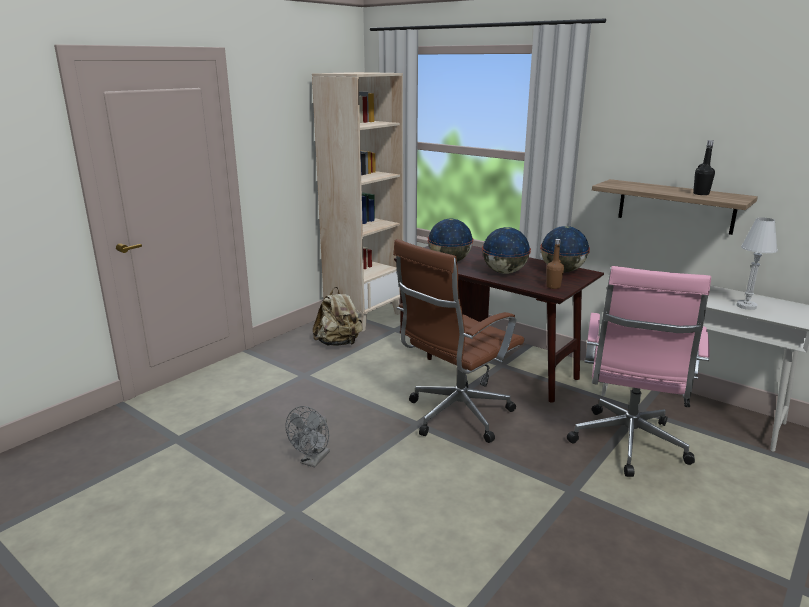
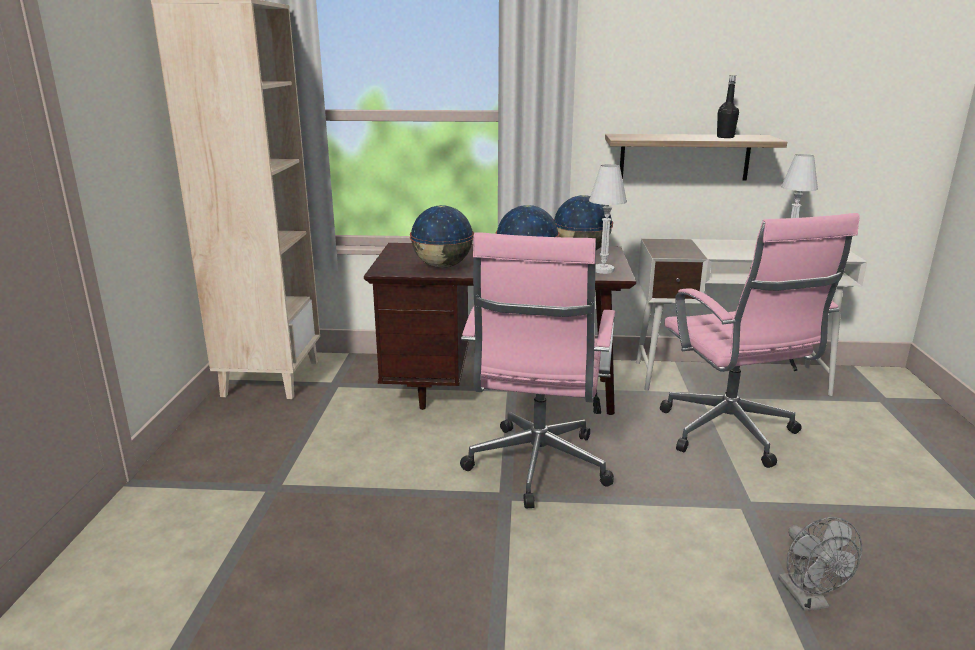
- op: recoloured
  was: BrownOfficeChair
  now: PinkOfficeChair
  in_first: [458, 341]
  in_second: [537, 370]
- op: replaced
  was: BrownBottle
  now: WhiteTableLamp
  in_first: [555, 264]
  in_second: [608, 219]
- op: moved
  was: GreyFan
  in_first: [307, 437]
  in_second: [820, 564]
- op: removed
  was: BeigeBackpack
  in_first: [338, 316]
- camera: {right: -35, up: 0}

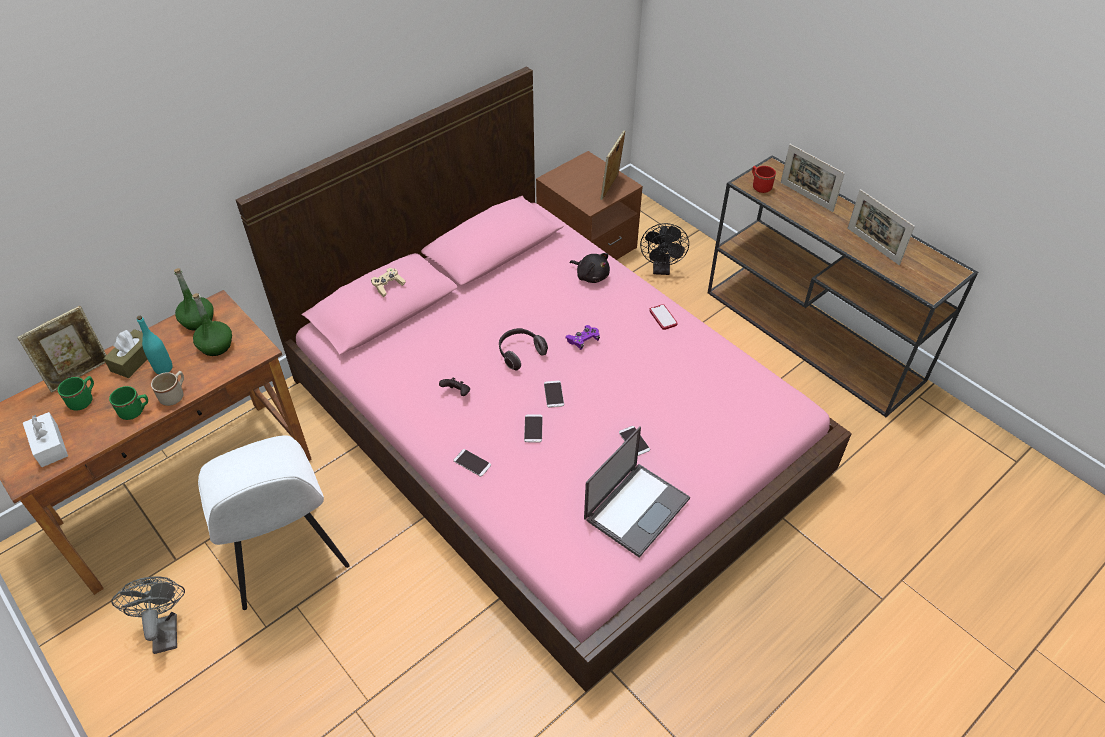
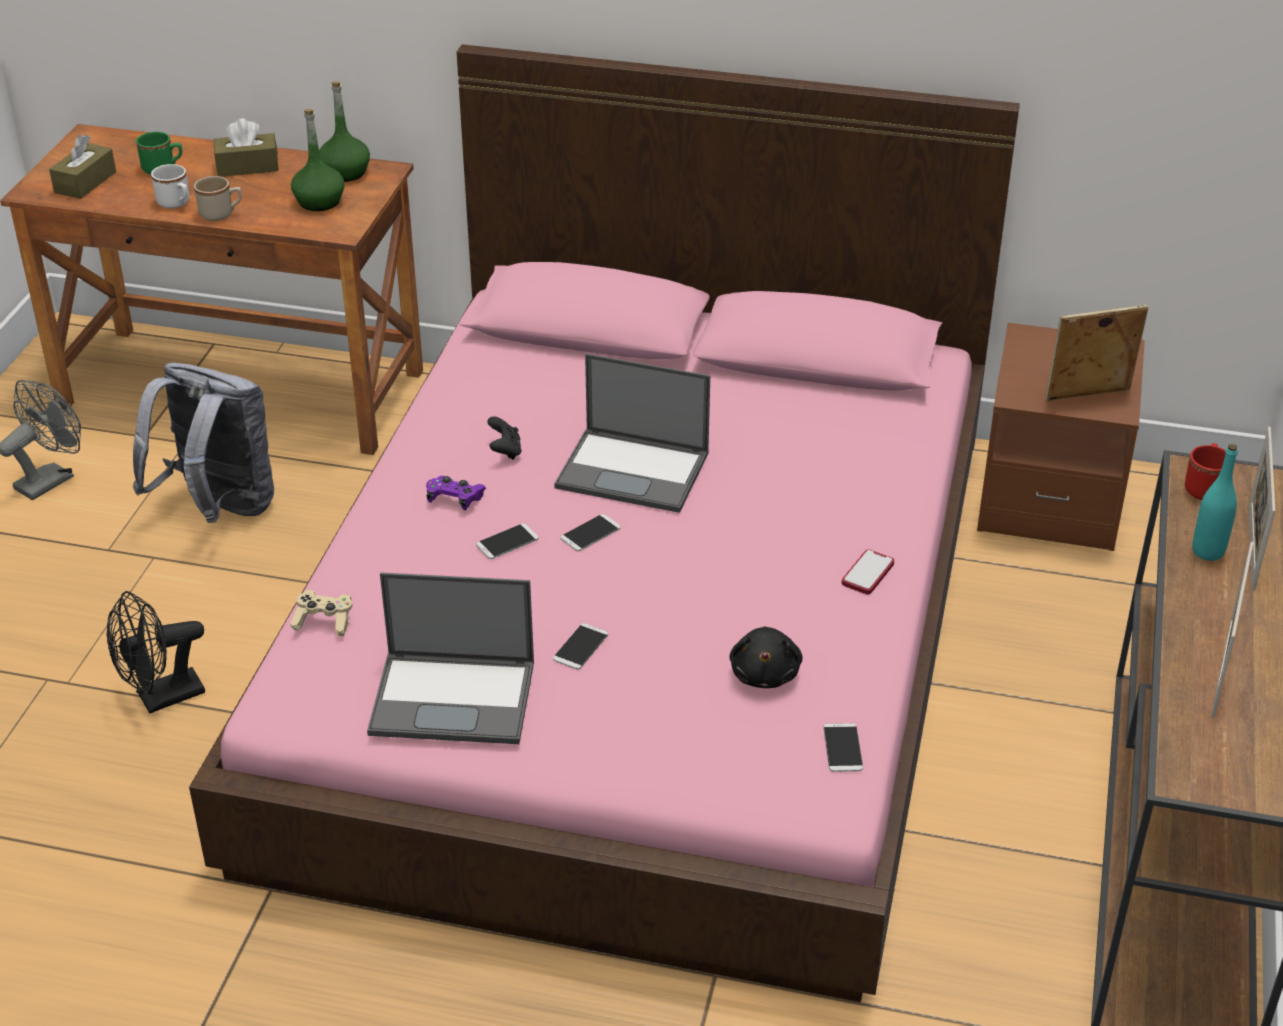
- op: recoloured
  was: WhiteTissueBox
  now: BrownTissueBox
  in_first: [45, 439]
  in_second: [82, 166]
- op: moved
  was: BlackFan
  in_first: [664, 249]
  in_second: [156, 652]
- op: replaced
  was: WhiteChair
  now: GreyBackpack
  in_first: [274, 522]
  in_second: [203, 443]
- op: recoloured
  was: GreenMug
  now: WhiteMug
  in_first: [128, 403]
  in_second: [170, 186]
- op: moved
  was: BeigeGameController
  in_first: [388, 282]
  in_second: [321, 613]
- op: moved
  was: PurpleGameController
  in_first: [583, 337]
  in_second: [456, 493]
- op: replaced
  was: Headphones
  now: Laptop
  in_first: [523, 349]
  in_second: [632, 433]
- op: moved
  was: BlackPlushToy
  in_first: [590, 268]
  in_second: [766, 657]
- op: moved
  was: Phone
  in_first: [472, 462]
  in_second: [843, 747]
- op: moved
  was: TurquoiseBottle
  in_first: [155, 345]
  in_second: [1215, 502]
- op: removed
  was: PictureFrame
  in_first: [62, 349]
- camera: {right: 55, up: -10}

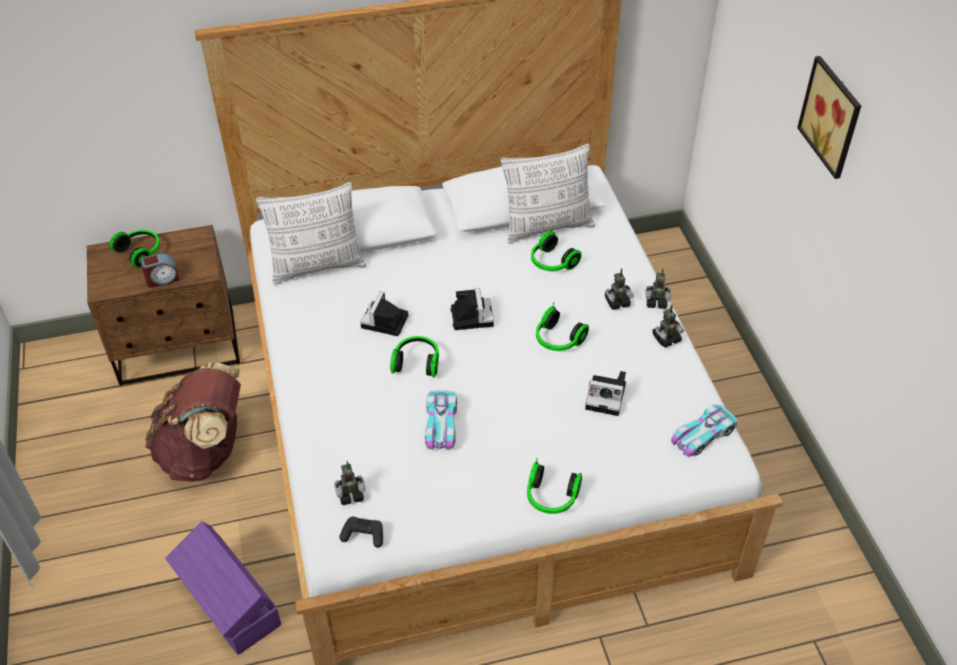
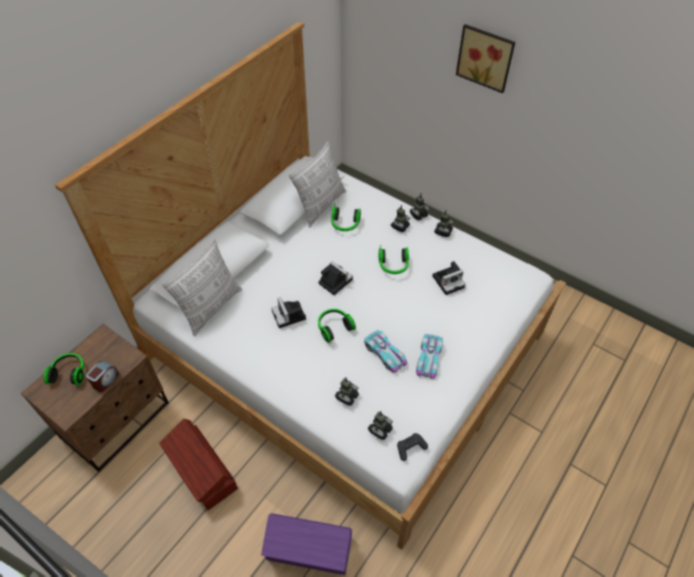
- op: replaced
  was: BrownBackpack
  now: BrownStorageBox
  in_first: [193, 422]
  in_second: [198, 464]
- op: added
  now: ToyRobot
  in_second: [347, 391]
- op: moved
  was: ToyCar
  in_first: [704, 431]
  in_second: [429, 356]
- op: removed
  was: Headphones
  in_first: [554, 486]
- camera: {right: -40, up: 5}

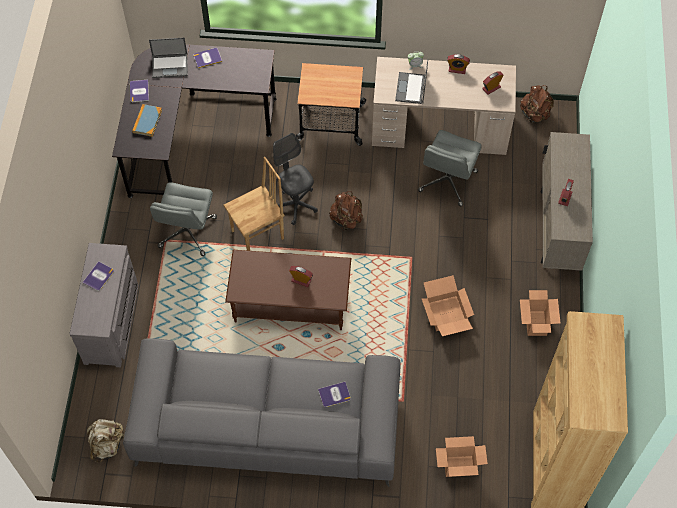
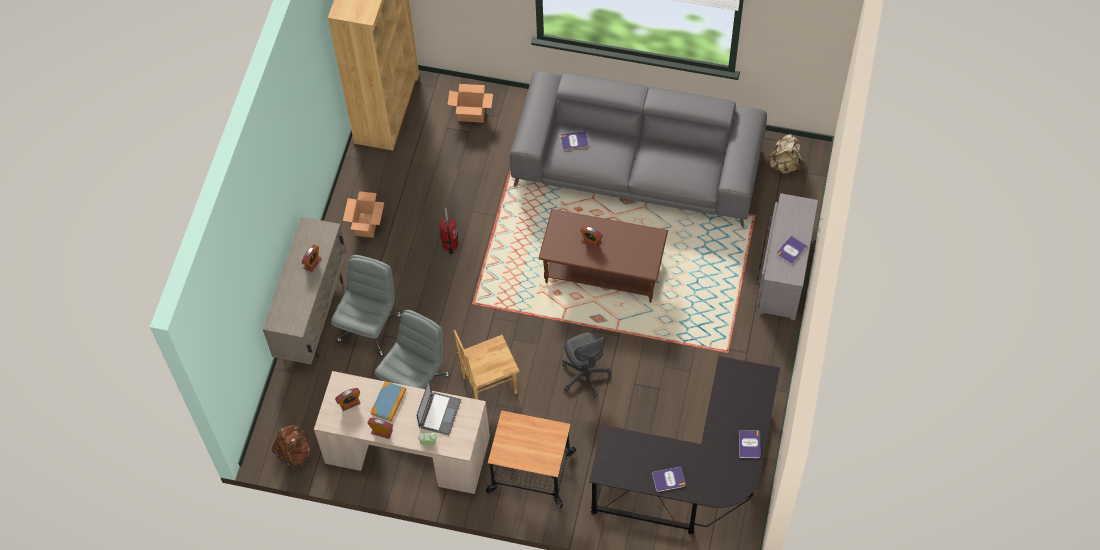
- op: moved
  was: GreyOfficeChair
  in_first: [183, 219]
  in_second: [366, 305]
- op: moved
  was: Book
  in_first: [147, 120]
  in_second: [388, 401]
- op: replaced
  was: CardboardBox
  now: FireExtinguisher
  in_first: [447, 305]
  in_second: [448, 230]
- op: moved
  was: BrownChair
  in_first: [254, 204]
  in_second: [486, 365]
- op: removed
  was: Laptop
  in_first: [168, 58]
- op: removed
  was: BrownBackpack
  in_first: [346, 210]
- camera: {right: -170, up: 0}

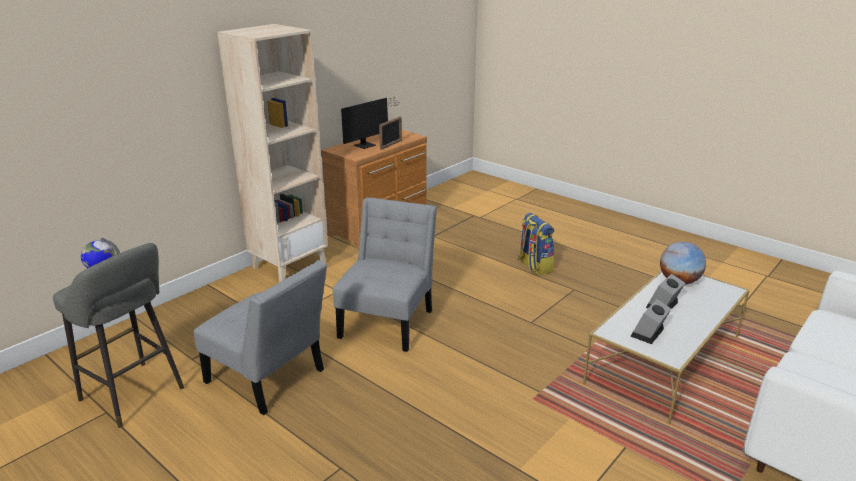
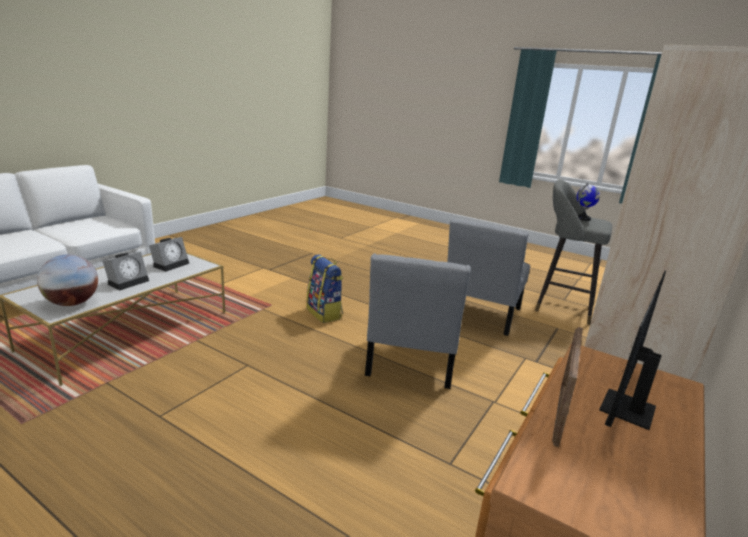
- op: moved
  was: Backpack
  in_first: [536, 244]
  in_second: [324, 289]
- op: turned
  was: GreyChair
  in_first: [260, 337]
  in_second: [488, 277]
  clockwise: -90
- camera: {right: 170, up: -5}

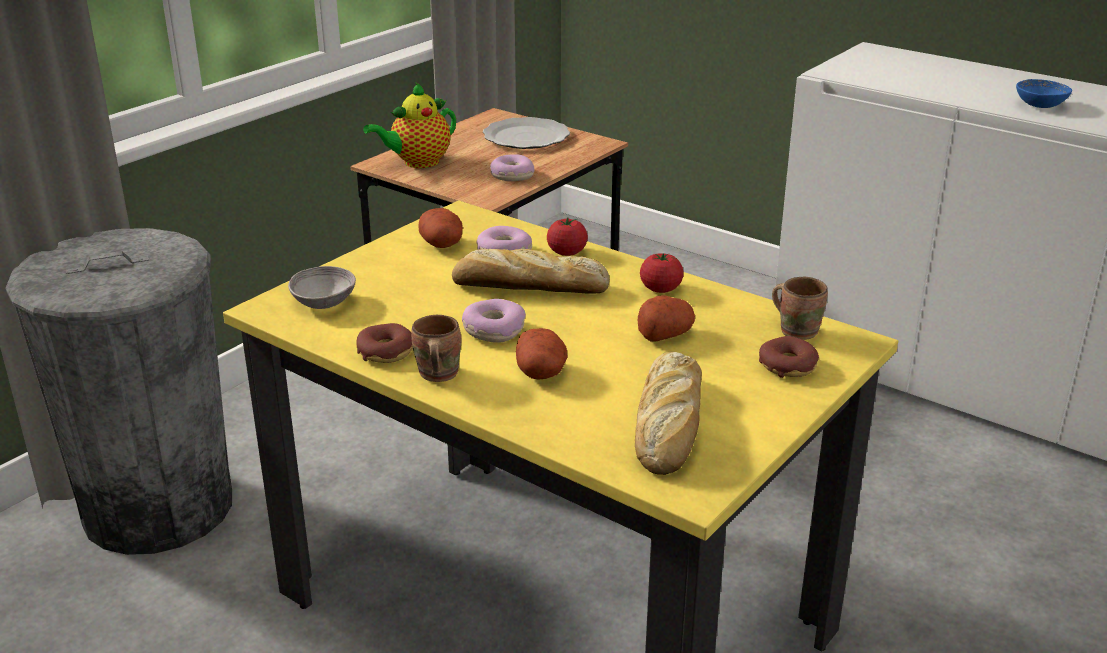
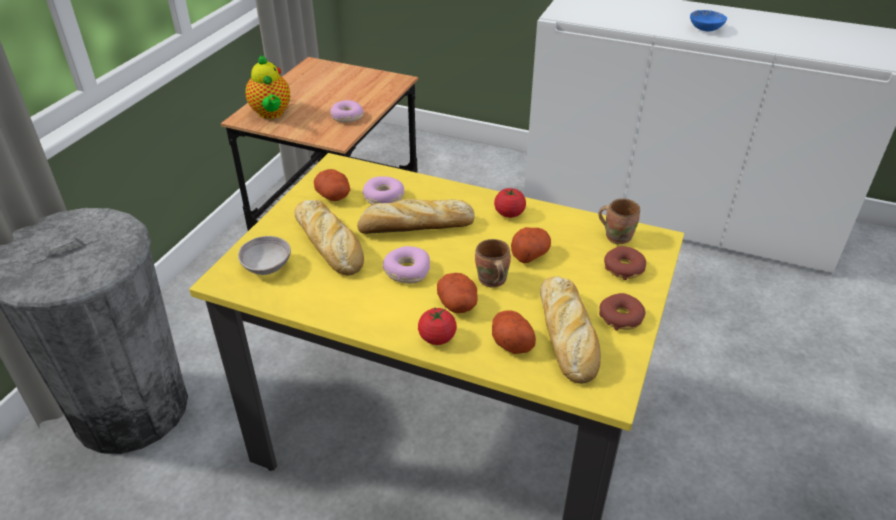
- op: turned
  was: Teapot
  in_first: [409, 125]
  in_second: [268, 86]
  clockwise: -60
- op: added
  now: Bread
  in_second: [329, 237]
- op: moved
  was: Tomato
  in_first: [567, 236]
  in_second: [437, 326]
- op: moved
  was: BrownMug
  in_first: [436, 348]
  in_second: [493, 263]
- op: added
  now: Potato
  in_second: [514, 332]
- op: moved
  was: Donut
  in_first: [384, 343]
  in_second: [622, 312]
- op: removed
  was: Plate
  in_first: [526, 133]
- camera: {right: -15, up: 10}

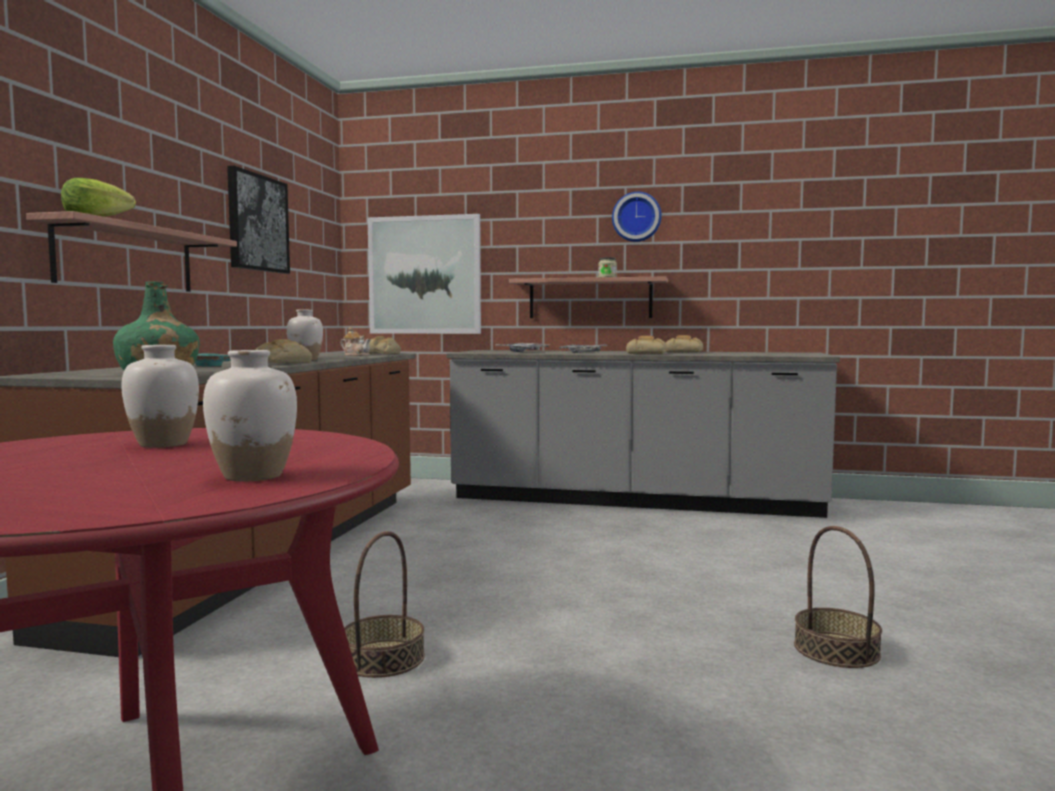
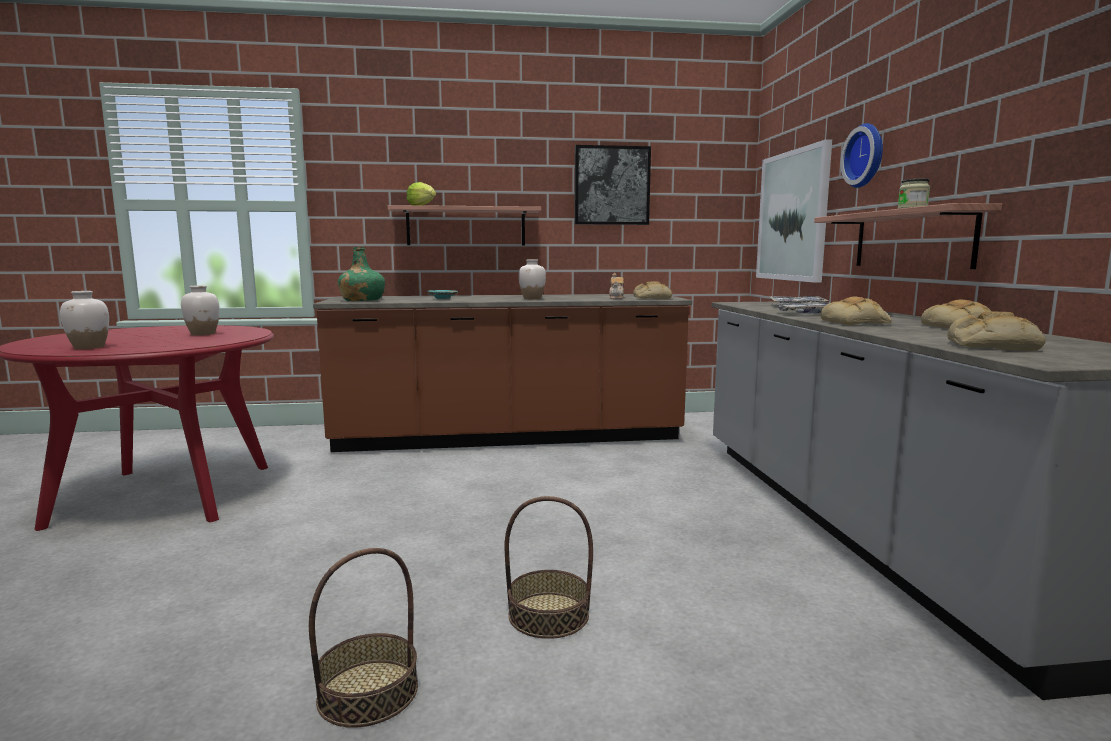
- op: moved
  was: Basket
  in_first: [384, 604]
  in_second: [549, 567]
- op: moved
  was: WallClock
  in_first: [637, 217]
  in_second: [862, 155]
- op: moved
  was: Bread
  in_first: [283, 351]
  in_second: [996, 331]
- camera: {right: 70, up: 5}

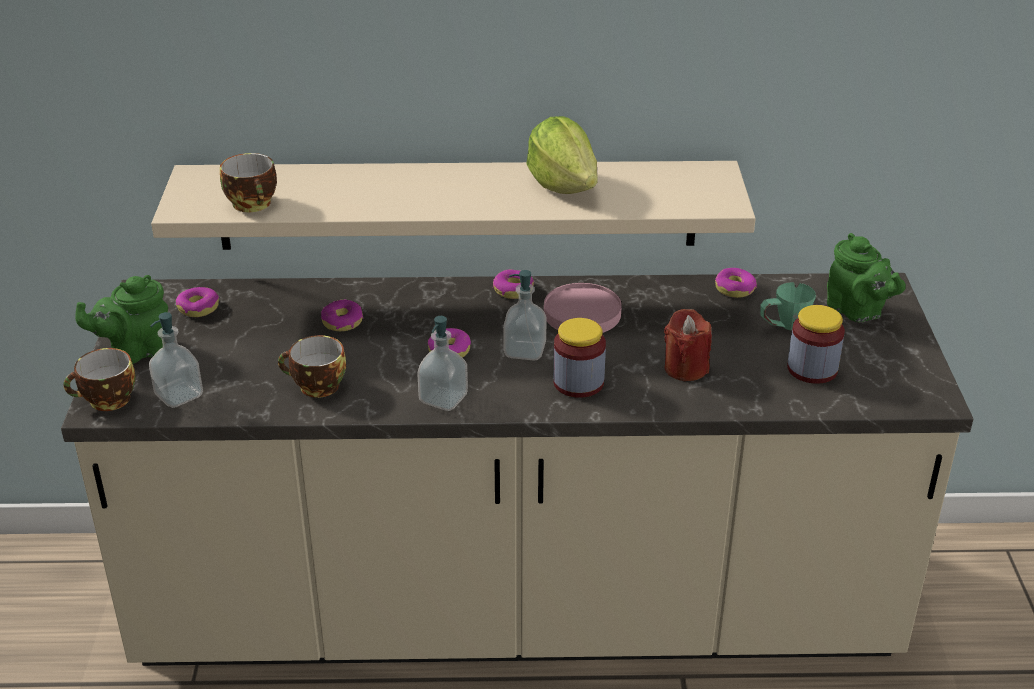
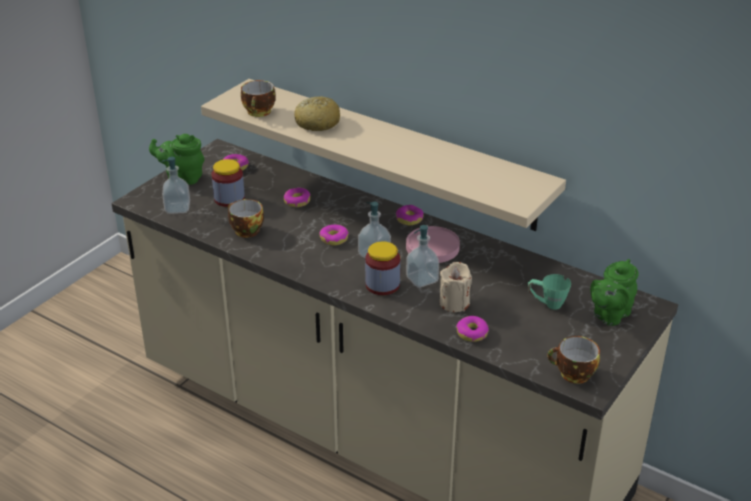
- op: moved
  was: Jar
  in_first: [816, 344]
  in_second: [228, 183]
- op: added
  now: Bread
  in_second: [317, 113]
- op: moved
  was: SoapDispenser
  in_first: [442, 363]
  in_second: [422, 256]
- op: recoloured
  was: RedCandle
  now: BeigeCandle
  in_first: [688, 345]
  in_second: [456, 287]
- op: moved
  was: Donut
  in_first: [736, 283]
  in_second: [472, 329]
- op: moved
  was: Cup
  in_first: [99, 379]
  in_second: [573, 360]
- op: turned
  was: GreenTeapot
  in_first: [866, 277]
  in_second: [614, 292]
  clockwise: 45
- op: removed
  was: Lettuce
  in_first: [562, 155]
- camera: {right: 35, up: 0}

